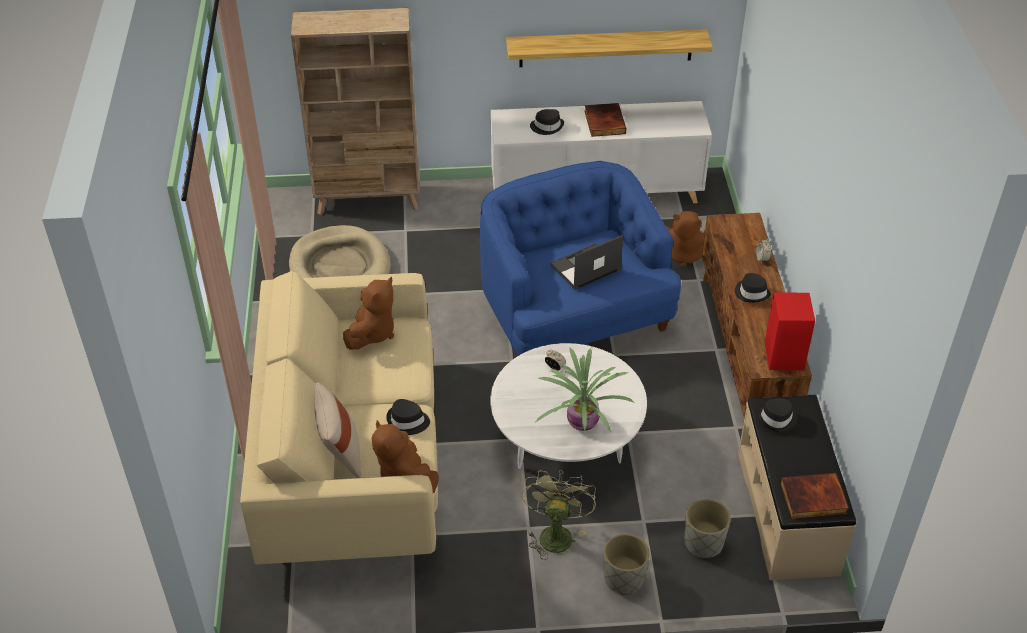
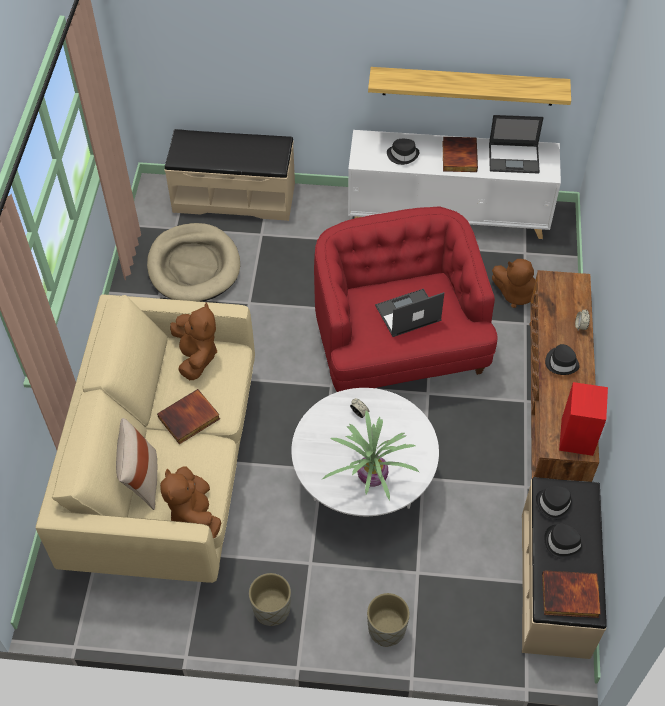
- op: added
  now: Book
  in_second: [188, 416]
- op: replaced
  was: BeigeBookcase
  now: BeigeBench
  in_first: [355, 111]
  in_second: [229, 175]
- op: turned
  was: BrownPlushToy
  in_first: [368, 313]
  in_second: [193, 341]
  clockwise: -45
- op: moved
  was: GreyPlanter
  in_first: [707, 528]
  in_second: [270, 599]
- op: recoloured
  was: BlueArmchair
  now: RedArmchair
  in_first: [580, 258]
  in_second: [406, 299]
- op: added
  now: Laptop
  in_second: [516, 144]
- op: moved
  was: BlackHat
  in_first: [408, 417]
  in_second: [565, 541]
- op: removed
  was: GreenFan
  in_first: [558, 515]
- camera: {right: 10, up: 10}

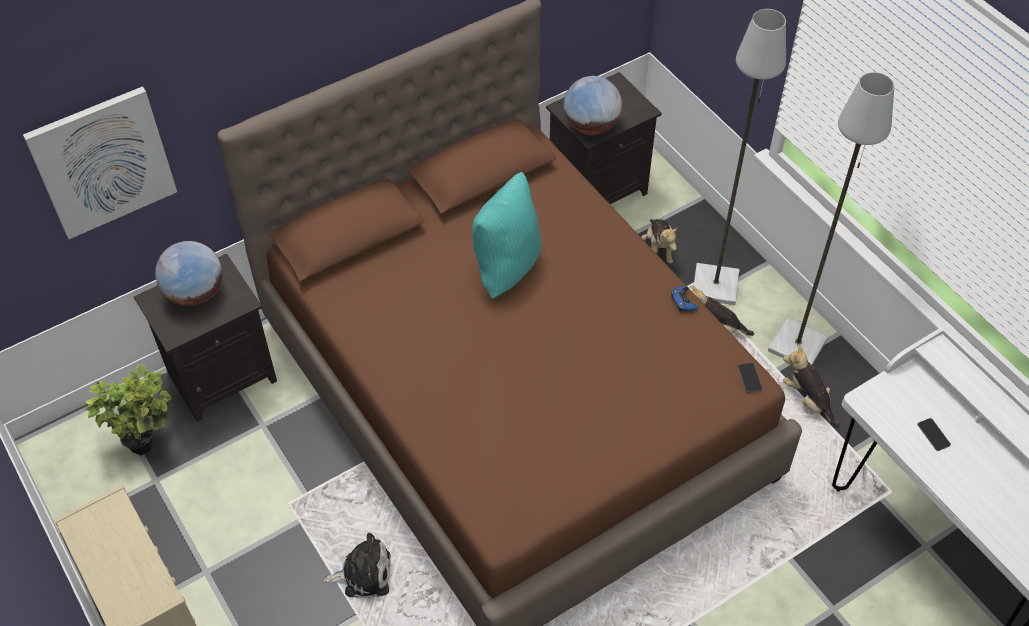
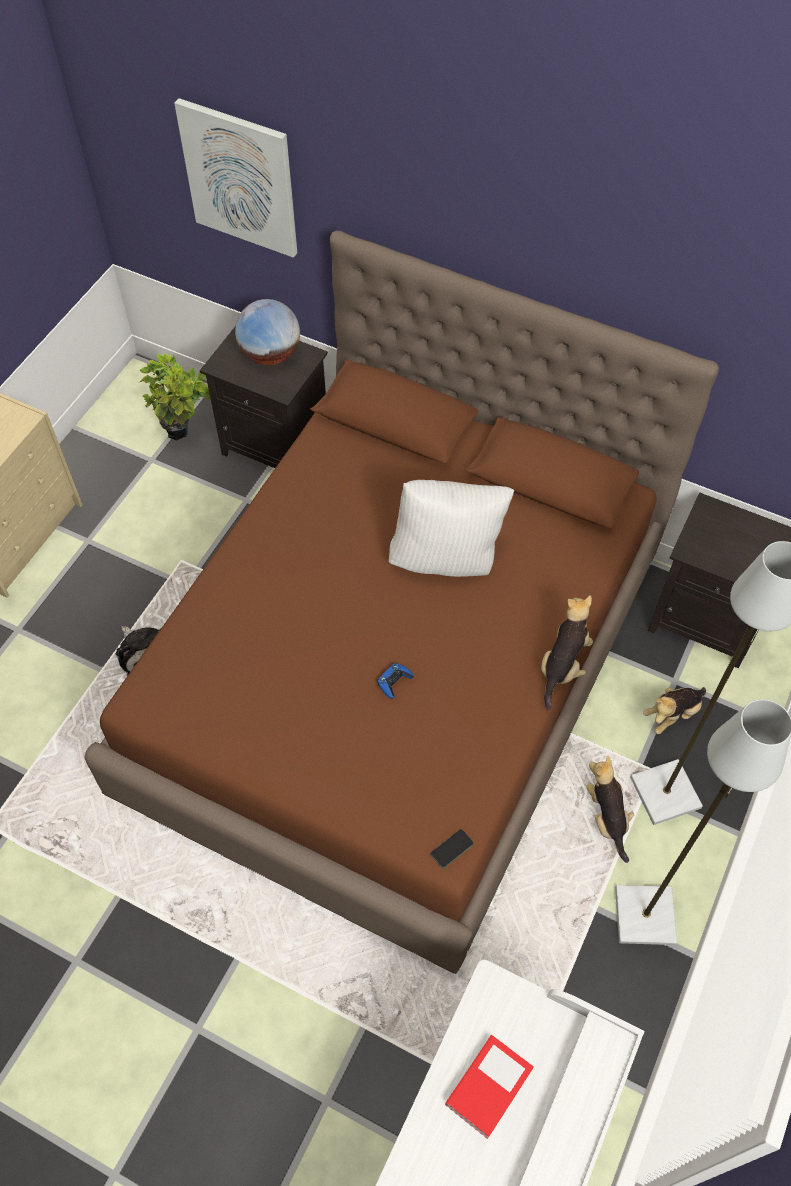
- op: moved
  was: BlueGameController
  in_first: [684, 299]
  in_second: [395, 681]
- op: recoloured
  was: TurquoisePillow
  now: WhitePillow
  in_first: [507, 235]
  in_second: [451, 528]
- op: replaced
  was: Phone
  now: Book
  in_first: [934, 434]
  in_second: [489, 1087]
- op: moved
  was: PlushToy
  in_first: [811, 386]
  in_second: [567, 652]
- op: removed
  was: Globe
  in_first: [593, 105]
- camera: {right: 60, up: 5}

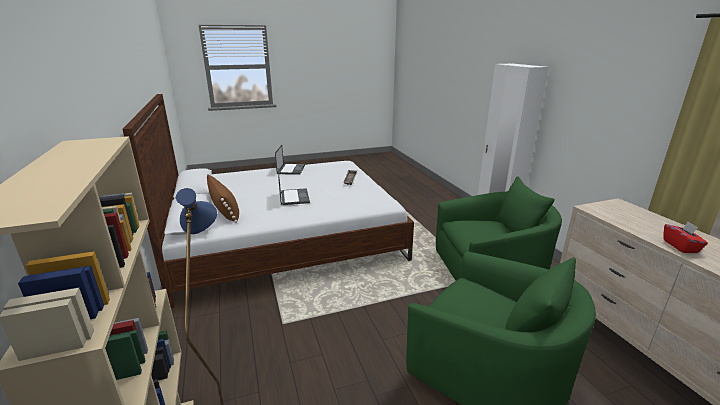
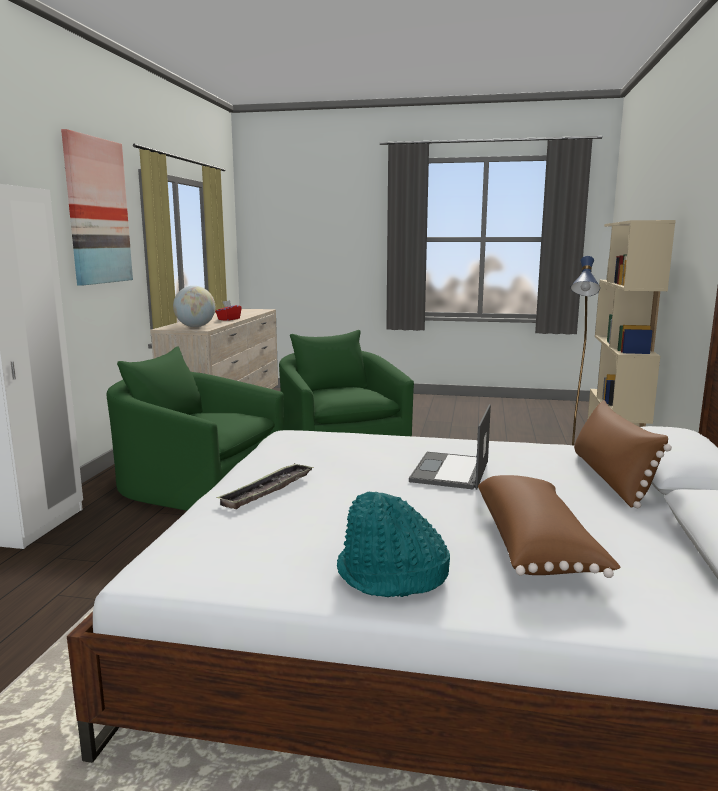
- op: added
  now: Picture
  in_second: [97, 207]
- op: added
  now: Globe
  in_second: [194, 306]
- op: replaced
  was: Laptop
  now: TurquoiseHat
  in_first: [290, 160]
  in_second: [393, 544]
- op: added
  now: BrownPillow
  in_second: [549, 526]
- camera: {right: -150, up: -10}

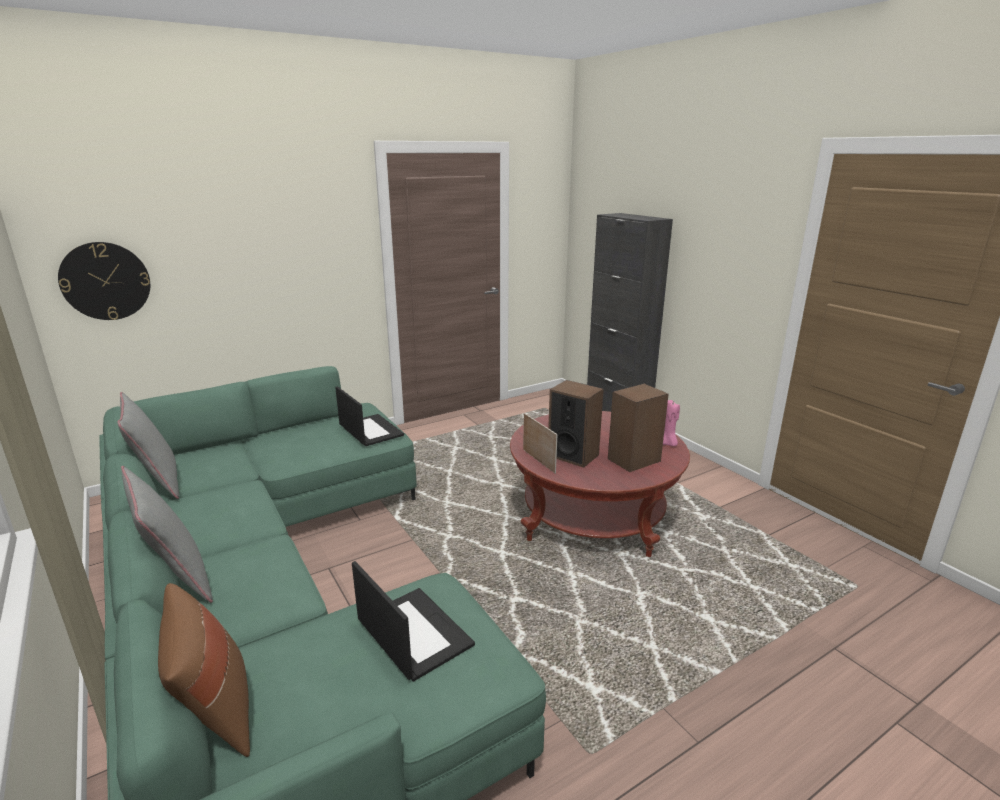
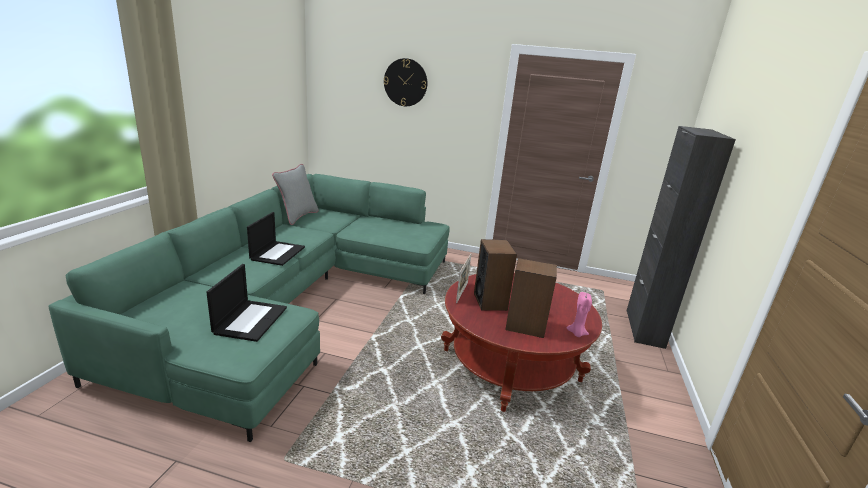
- op: moved
  was: Laptop
  in_first: [369, 416]
  in_second: [276, 239]
- op: moved
  was: WallClock
  in_first: [104, 281]
  in_second: [405, 82]
- op: removed
  was: GreyPillow
  in_first: [167, 534]
- op: removed
  was: BrownPillow
  in_first: [204, 670]
- camera: {right: 45, up: 0}

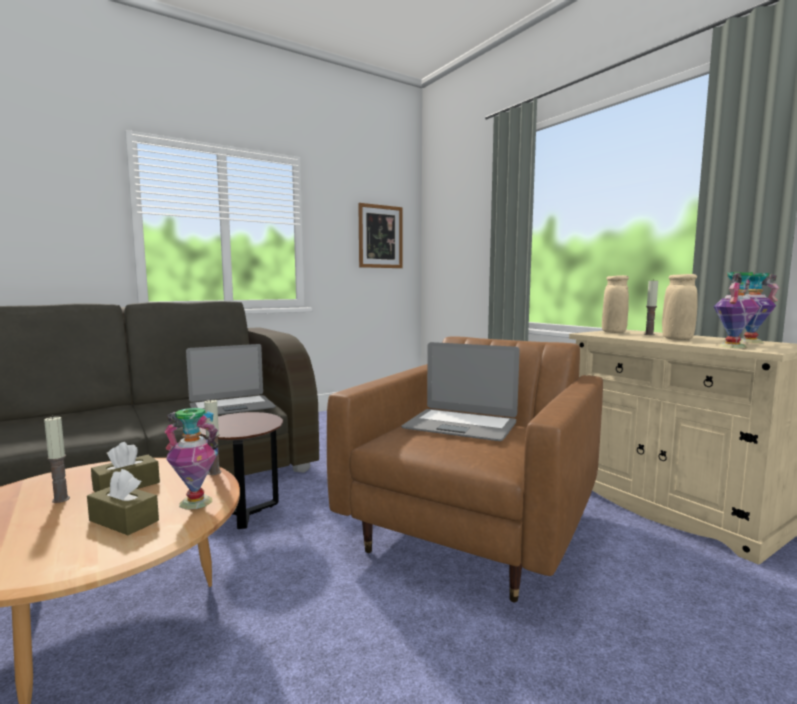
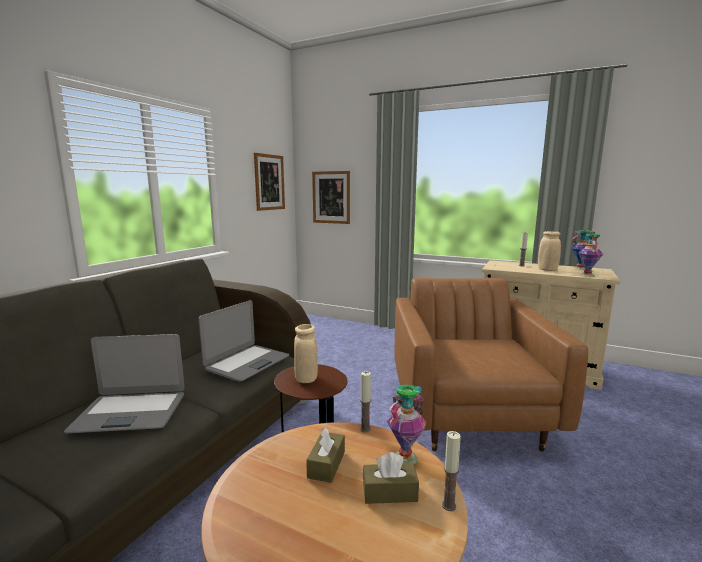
- op: moved
  was: Laptop
  in_first: [460, 391]
  in_second: [124, 383]
- op: moved
  was: BeigeVase
  in_first: [615, 304]
  in_second: [306, 353]
- op: added
  now: Picture
  in_second: [331, 197]
- op: moved
  was: Candle
  in_first: [57, 459]
  in_second: [451, 471]
- camera: {right: -30, up: 5}

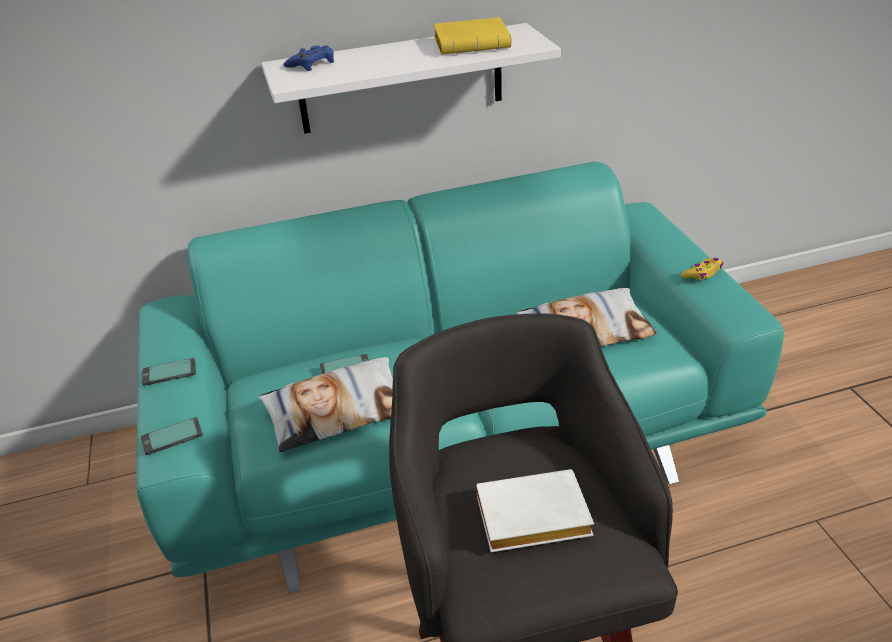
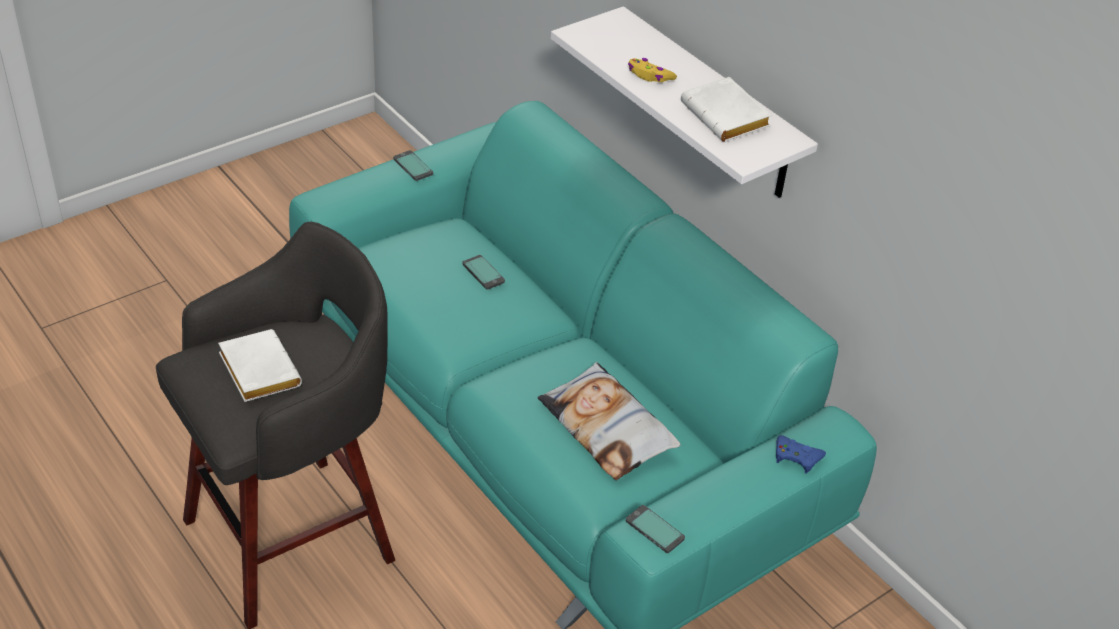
- op: moved
  was: Phone
  in_first: [172, 436]
  in_second: [655, 529]
- op: moved
  was: YellowGameController
  in_first: [702, 269]
  in_second: [652, 70]
- op: recoloured
  was: YellowBook
  now: WhiteBook
  in_first: [472, 35]
  in_second: [726, 109]
- op: moved
  was: BlueGameController
  in_first: [308, 58]
  in_second: [801, 454]
- op: removed
  was: Pillow
  in_first: [326, 404]
- camera: {right: 65, up: 5}

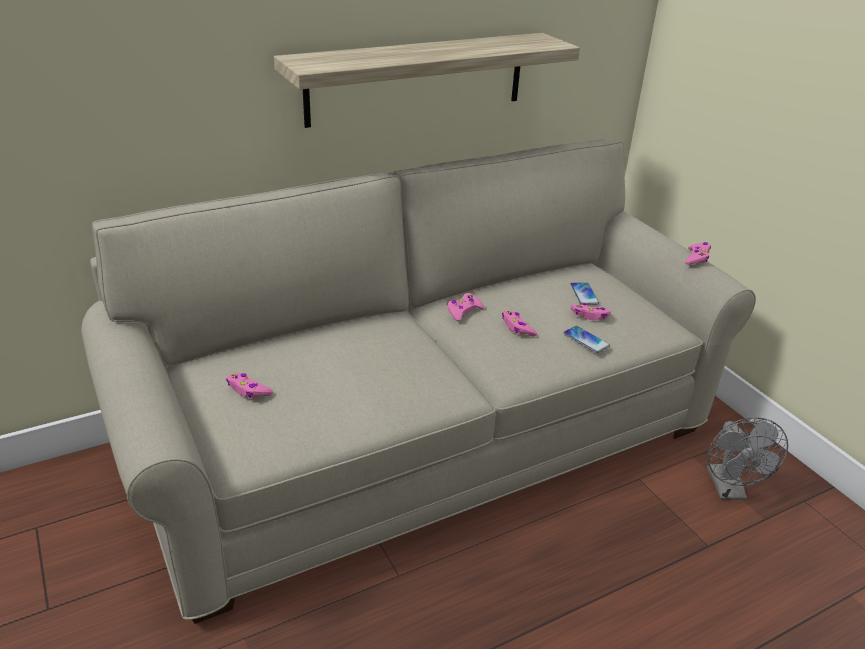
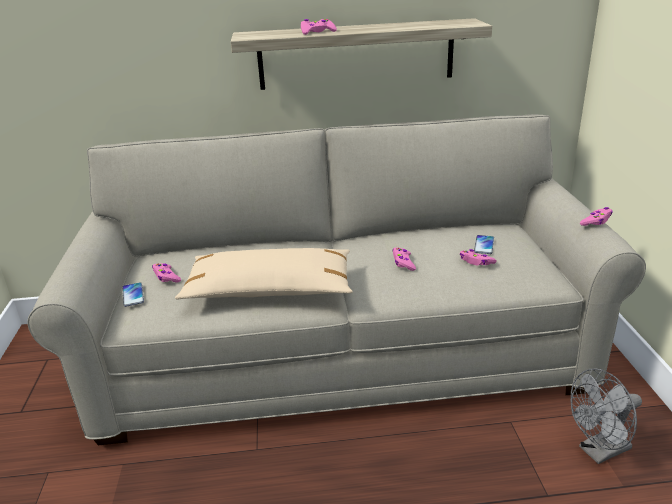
- op: moved
  was: Phone
  in_first: [587, 339]
  in_second: [133, 294]
- op: added
  now: BeigePillow
  in_second: [264, 274]
- op: moved
  was: PinkGameController
  in_first: [465, 307]
  in_second: [319, 27]
- op: turned
  was: GreyFan
  in_first: [747, 458]
  in_second: [606, 416]
  clockwise: 45
- camera: {right: 25, up: -5}

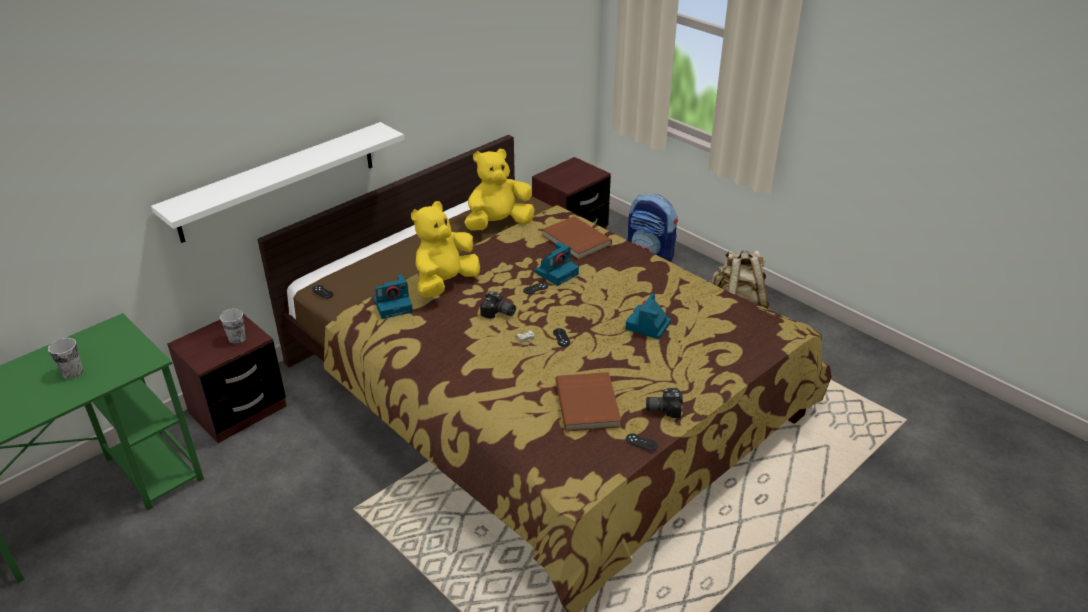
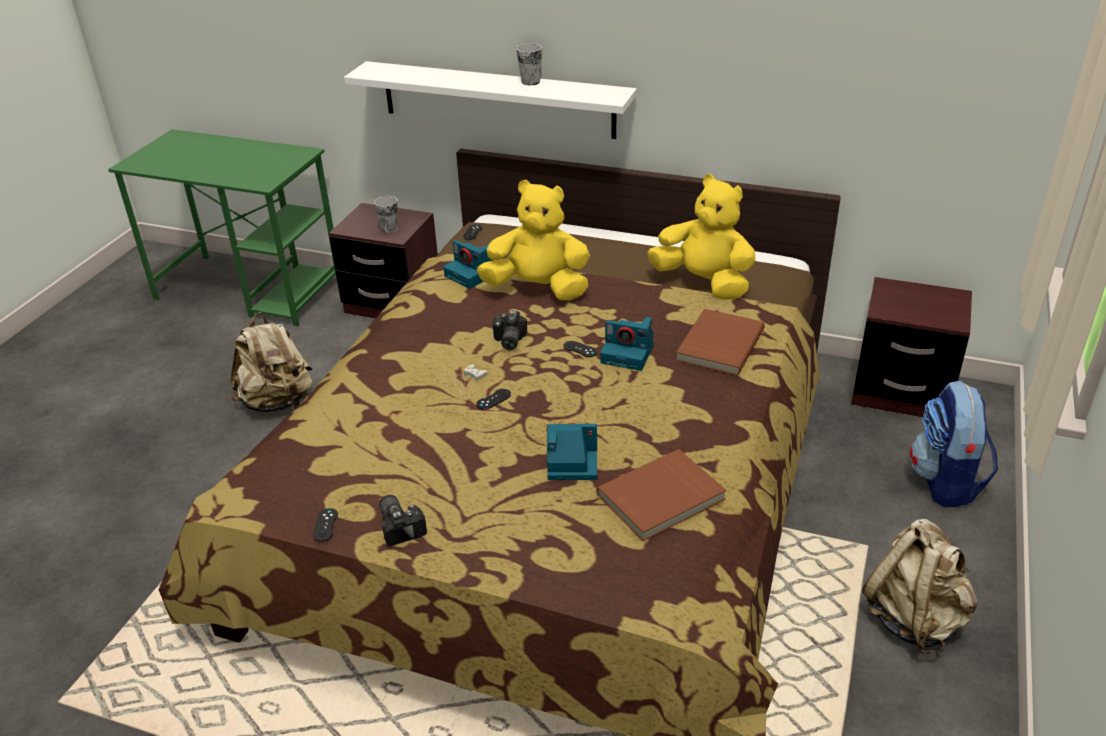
- op: added
  now: BeigeBackpack
  in_second: [271, 362]
- op: moved
  was: Cup
  in_first: [65, 358]
  in_second: [529, 64]
- op: moved
  was: BrownBook
  in_first: [588, 401]
  in_second: [662, 495]
- camera: {right: 65, up: 0}

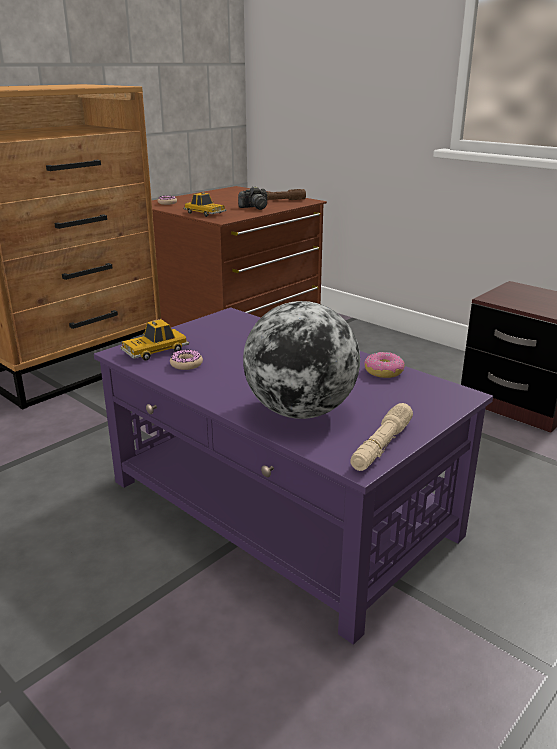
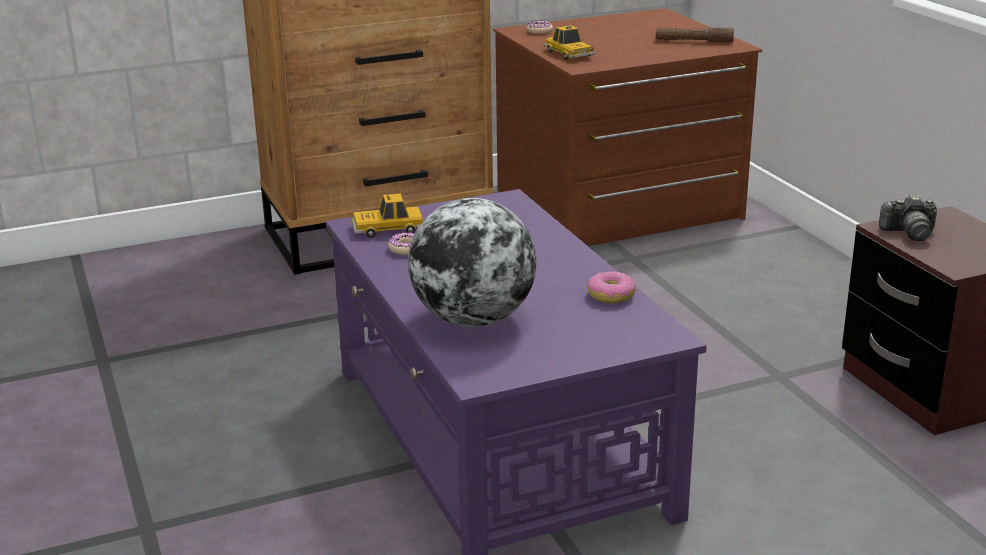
- op: moved
  was: PhotoCamera
  in_first: [252, 198]
  in_second: [908, 218]
- op: removed
  was: BeigeFlashlight
  in_first: [381, 437]
- camera: {right: 25, up: 0}

